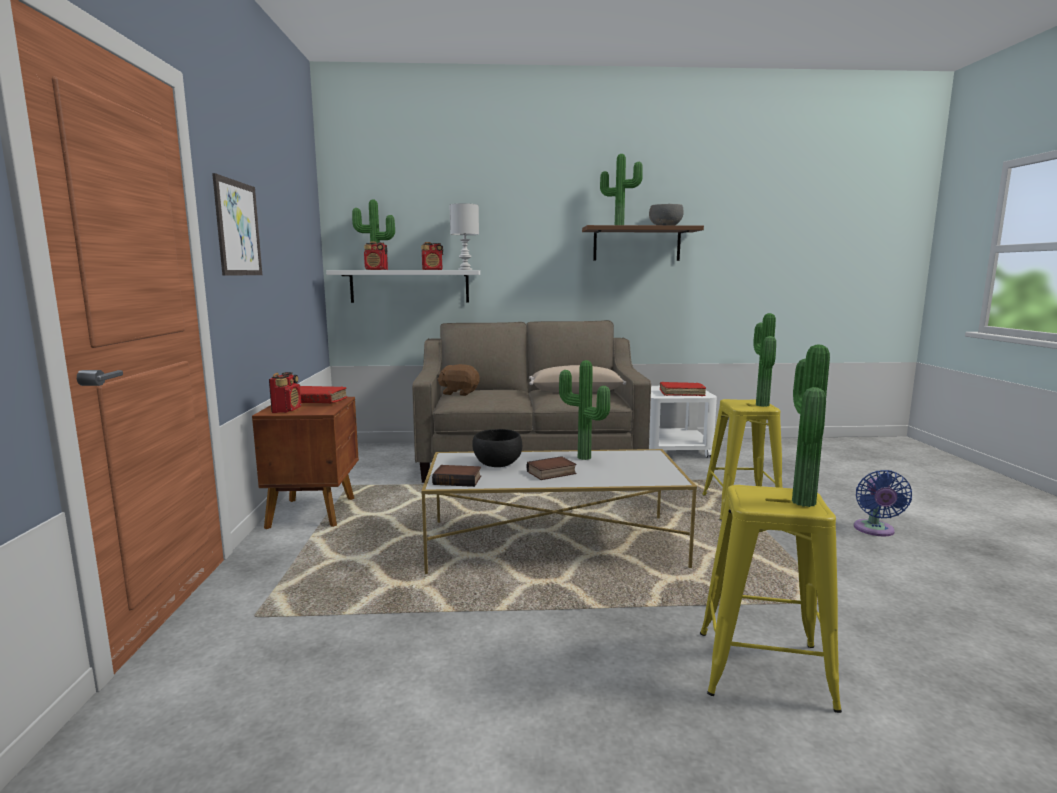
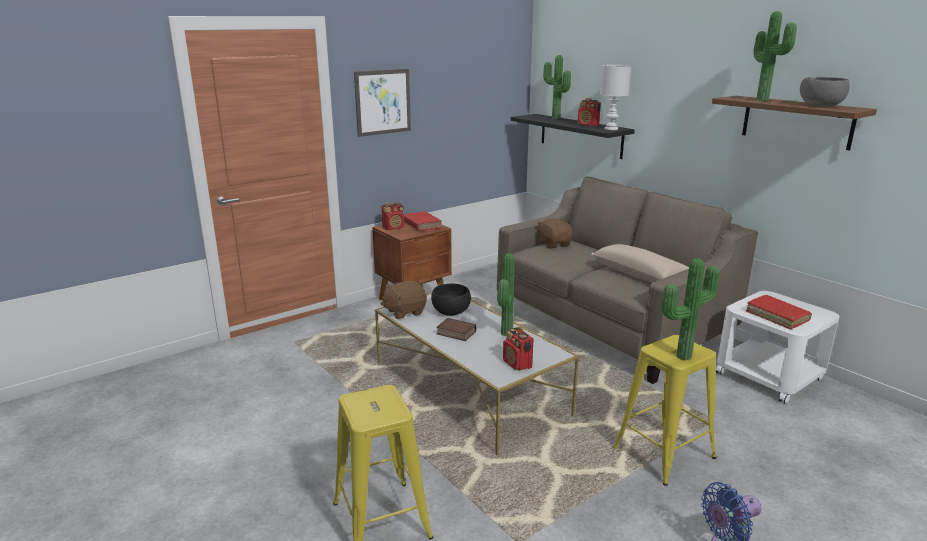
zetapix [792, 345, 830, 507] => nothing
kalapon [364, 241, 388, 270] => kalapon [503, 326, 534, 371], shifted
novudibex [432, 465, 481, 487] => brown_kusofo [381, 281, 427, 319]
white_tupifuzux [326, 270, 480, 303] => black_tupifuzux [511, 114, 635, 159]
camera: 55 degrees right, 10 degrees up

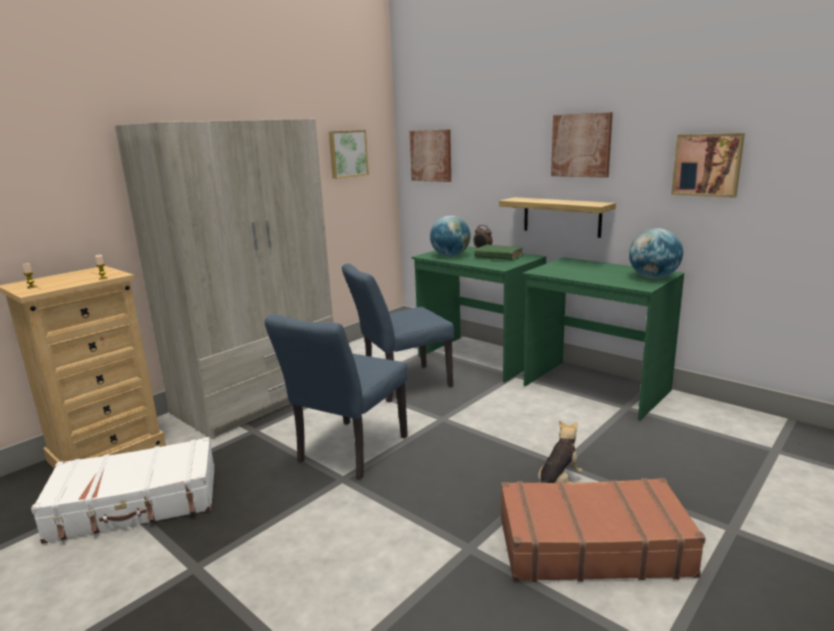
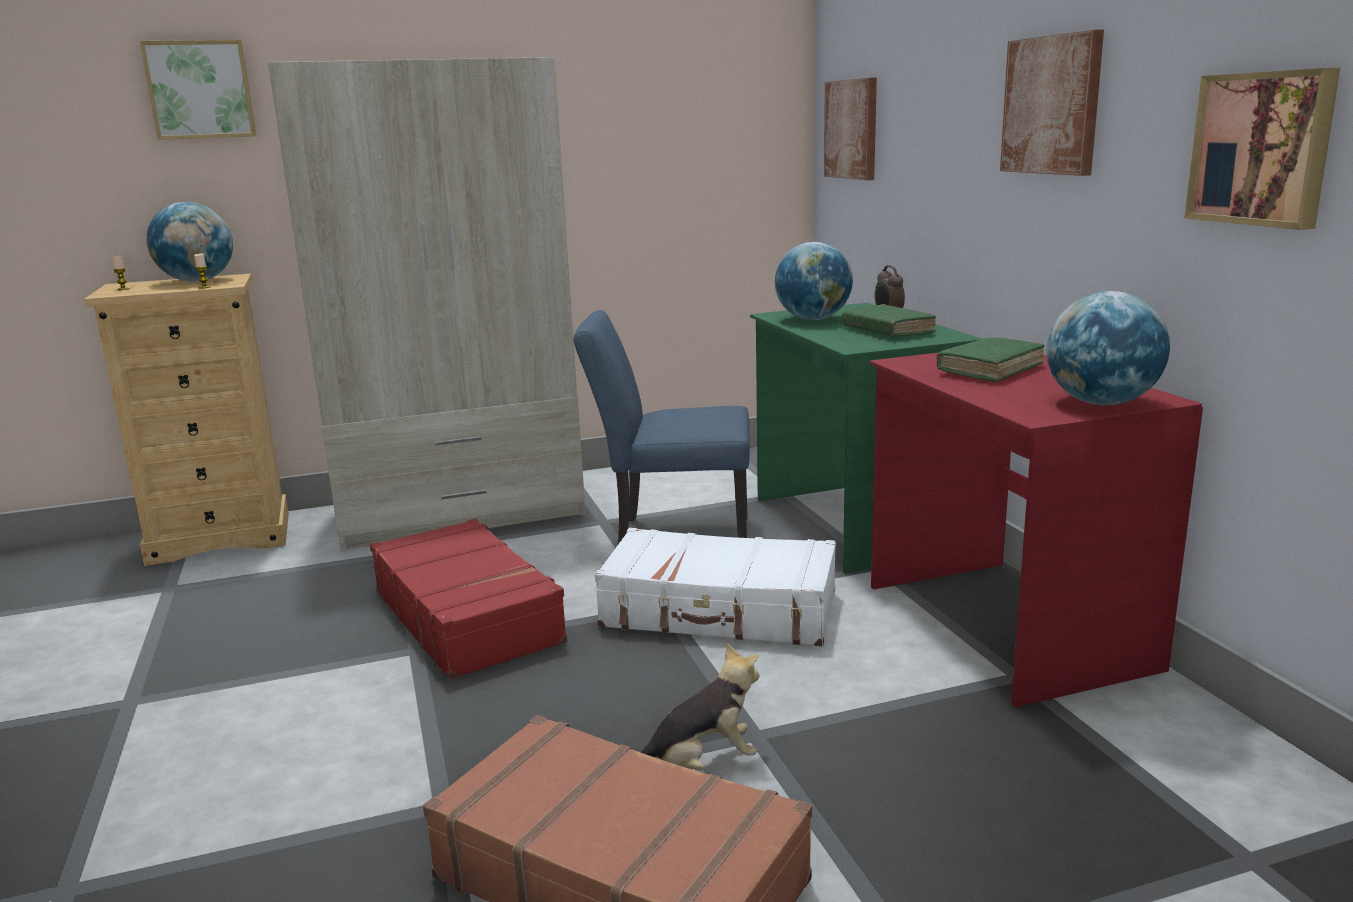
tupifuzux [499, 197, 616, 238] => nothing
nothing => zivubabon [146, 202, 233, 282]
nothing => green_novudibex [937, 337, 1045, 382]
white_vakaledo [31, 437, 215, 544] => white_vakaledo [595, 528, 836, 646], shifted
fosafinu [329, 130, 369, 179] => fosafinu [140, 40, 256, 140], shifted
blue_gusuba [265, 314, 408, 480] => red_vakaledo [370, 519, 567, 680]
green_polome [523, 257, 684, 420] => red_polome [870, 353, 1203, 707]
camera: 30 degrees right, 0 degrees up

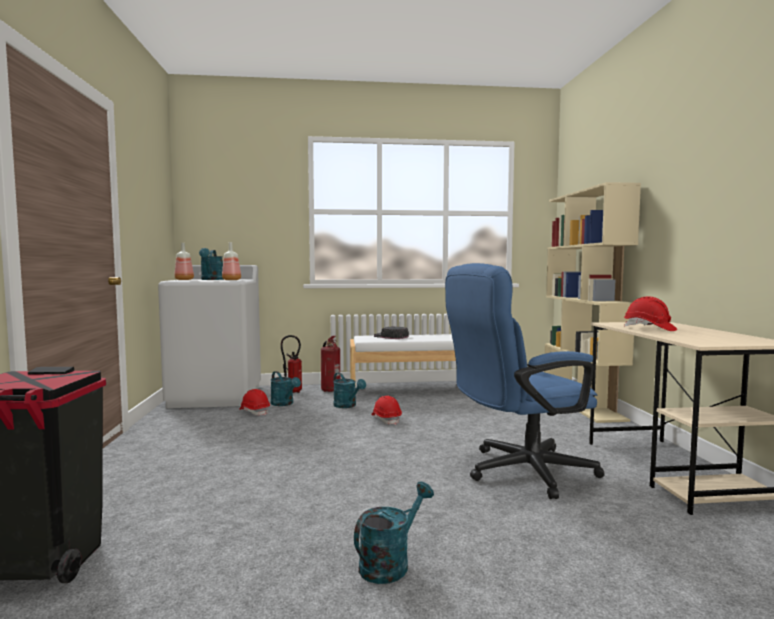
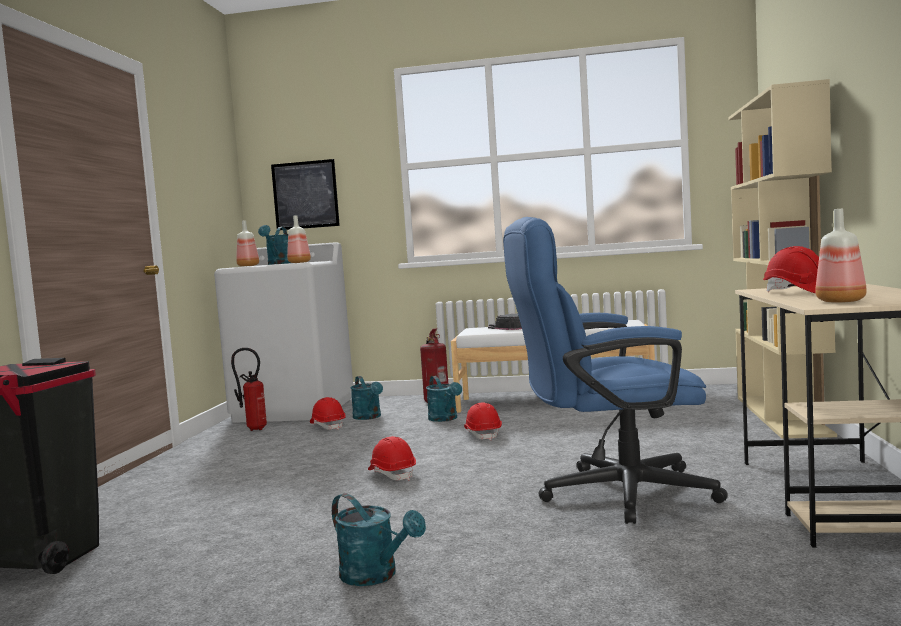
nothing => fosafinu [271, 159, 340, 230]
nothing => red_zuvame [368, 436, 416, 480]
nothing => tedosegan [815, 209, 867, 303]
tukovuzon [281, 335, 302, 393] => tukovuzon [231, 348, 267, 431], shifted
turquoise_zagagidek [354, 482, 434, 584] => turquoise_zagagidek [332, 493, 426, 586], 75 degrees clockwise
camera: 15 degrees right, 0 degrees up

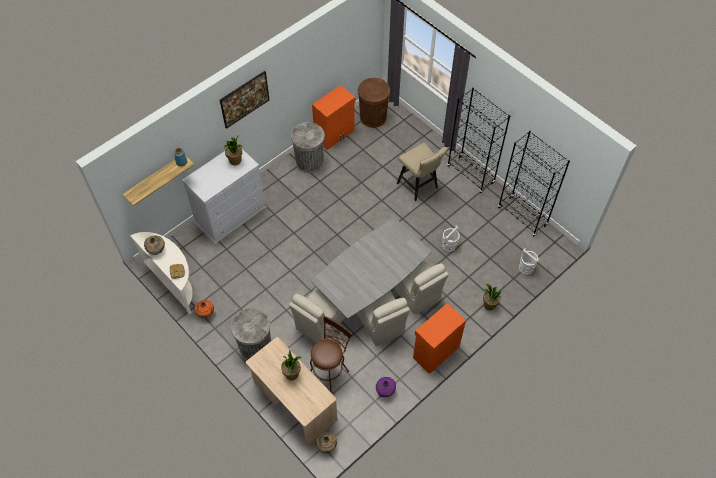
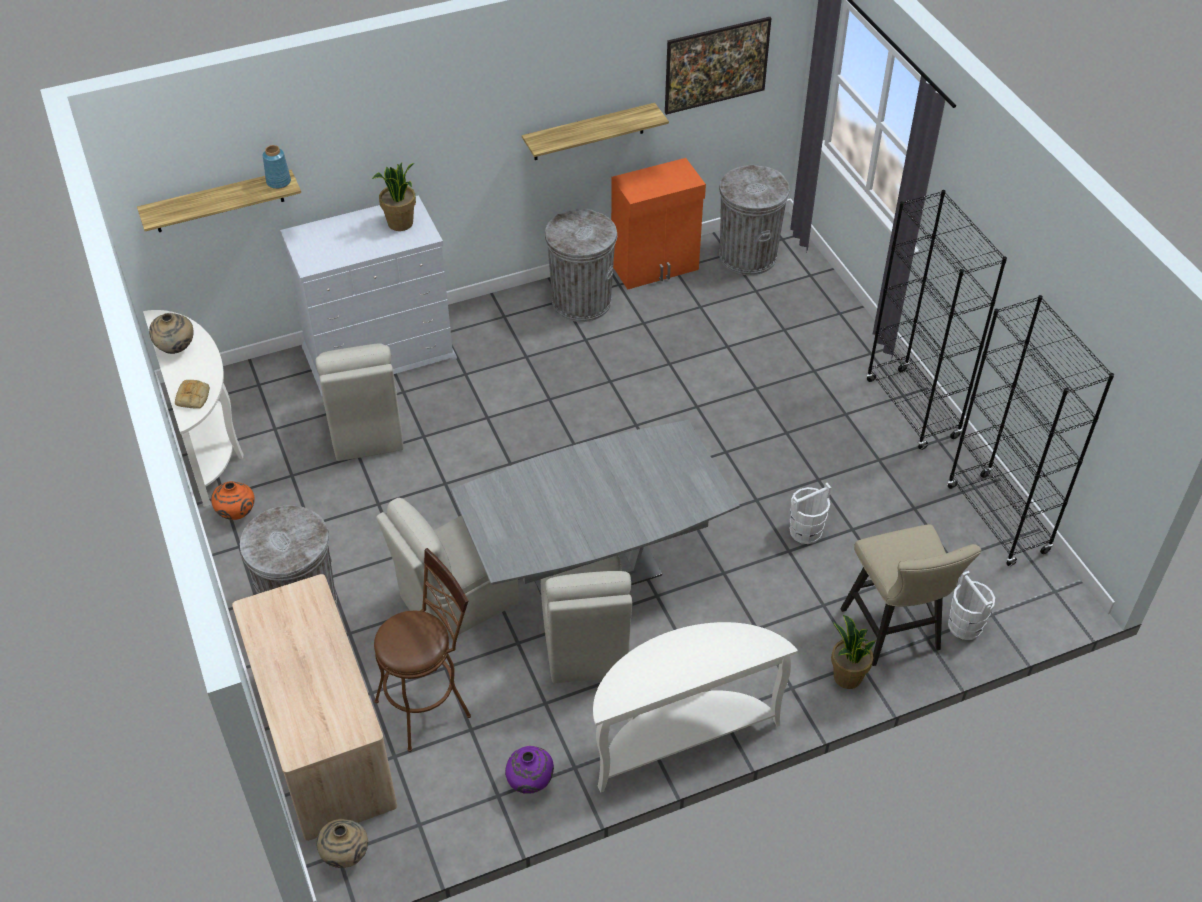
zetapix [281, 349, 302, 380] => nothing
nothing => tupifuzux [522, 103, 669, 160]
fosafinu [220, 71, 270, 129] => fosafinu [665, 17, 771, 115], shifted
beige_gusuba [394, 260, 449, 315] => beige_gusuba [315, 344, 404, 461], shifted
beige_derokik [397, 143, 448, 202] => beige_derokik [840, 524, 981, 666], shifted
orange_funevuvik [413, 303, 466, 374] => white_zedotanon [593, 622, 798, 793]
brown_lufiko [358, 78, 390, 128] => grey_lufiko [719, 165, 790, 275]
camera: 20 degrees right, 10 degrees down

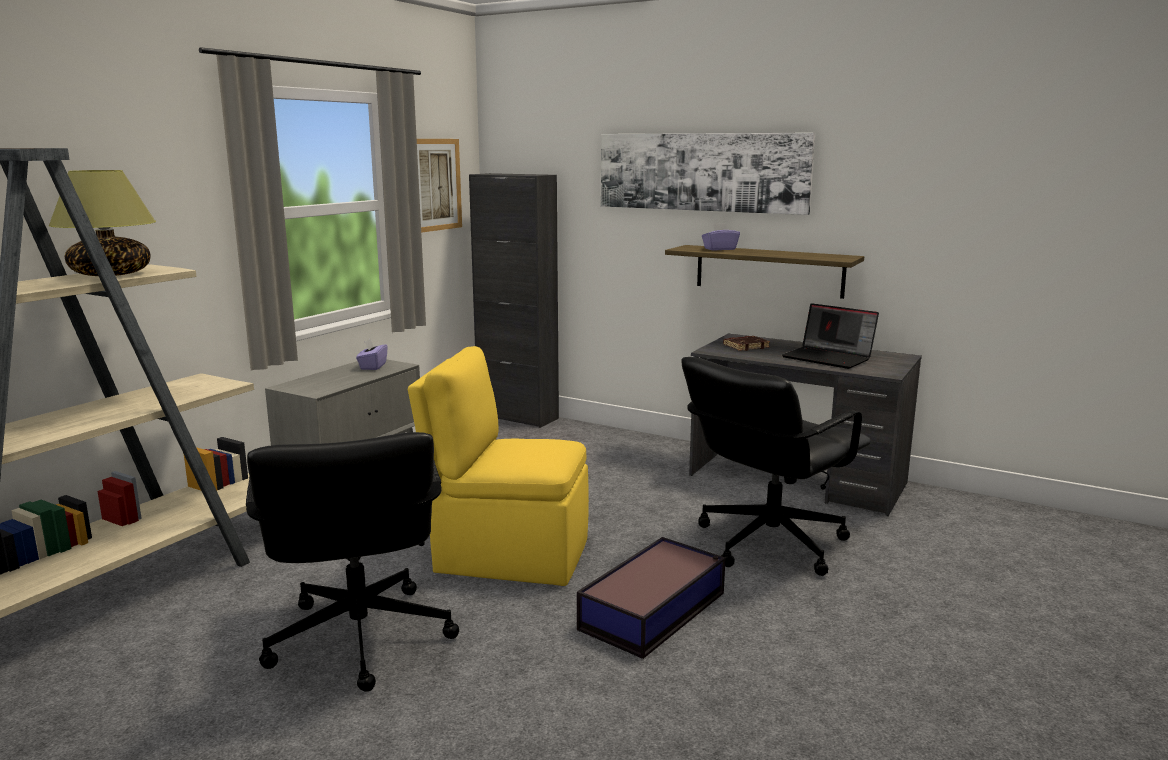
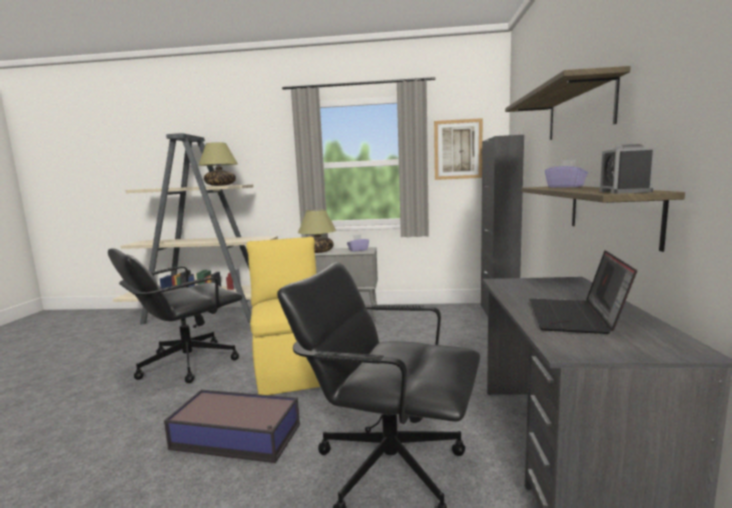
brown_novudibex [723, 336, 770, 351] => nothing
nothing => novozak [298, 210, 336, 253]
nothing => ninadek [599, 144, 656, 193]
fosafinu [601, 133, 815, 215] => tupifuzux [505, 66, 631, 140]
camera: 65 degrees right, 5 degrees down

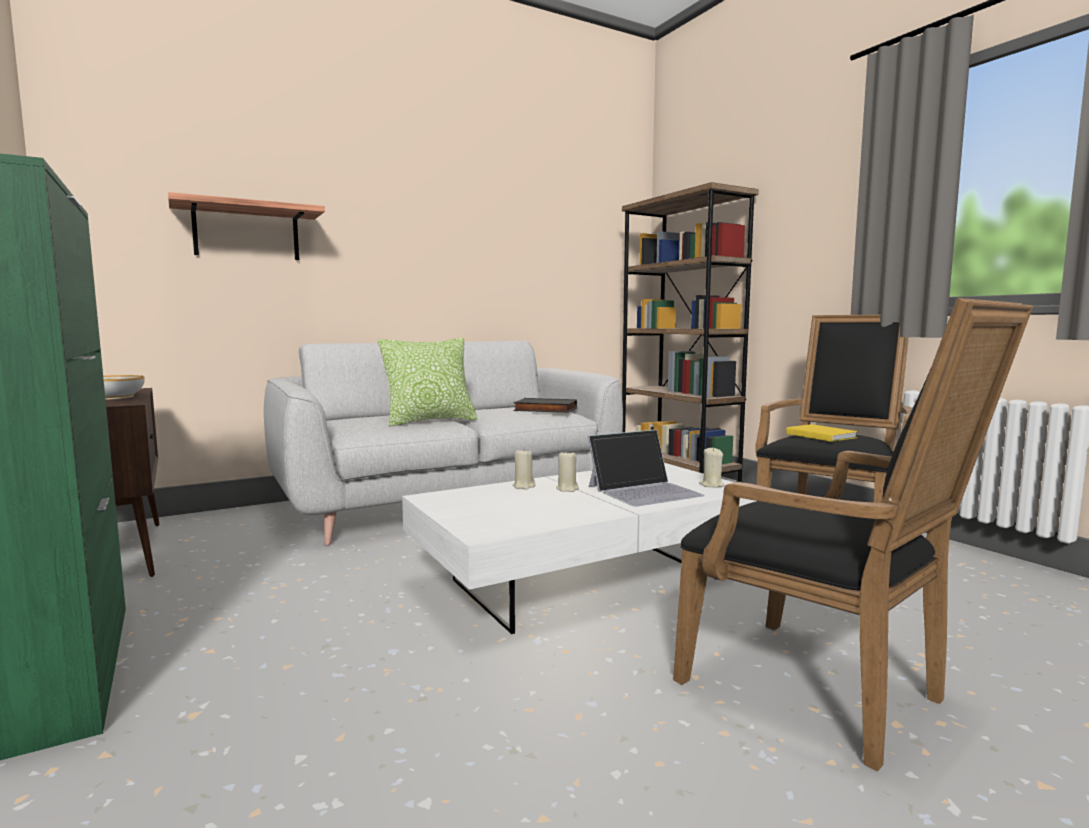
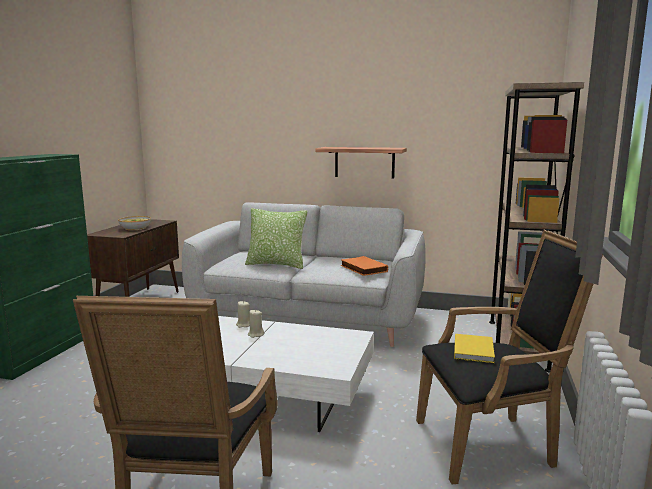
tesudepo [588, 430, 704, 507] => nothing
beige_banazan [699, 447, 724, 488] => nothing
tupifuzux [168, 192, 325, 260] => tupifuzux [316, 147, 407, 179], shifted
black_novudibex [513, 398, 577, 413] => orange_novudibex [341, 256, 388, 276]
camera: 45 degrees right, 5 degrees up

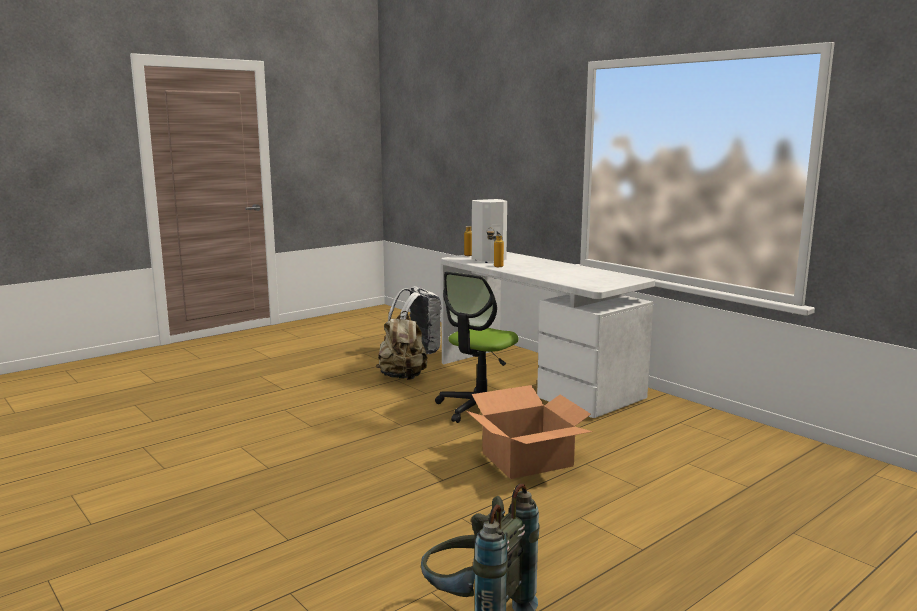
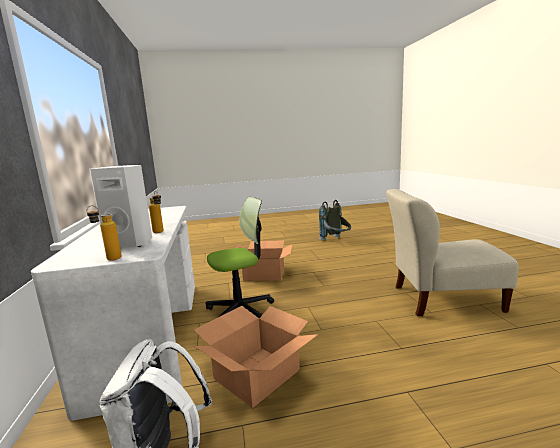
nothing => beige_gusuba [386, 189, 519, 316]
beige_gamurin [376, 311, 428, 380] => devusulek [194, 306, 319, 408]
camera: 150 degrees left, 0 degrees up

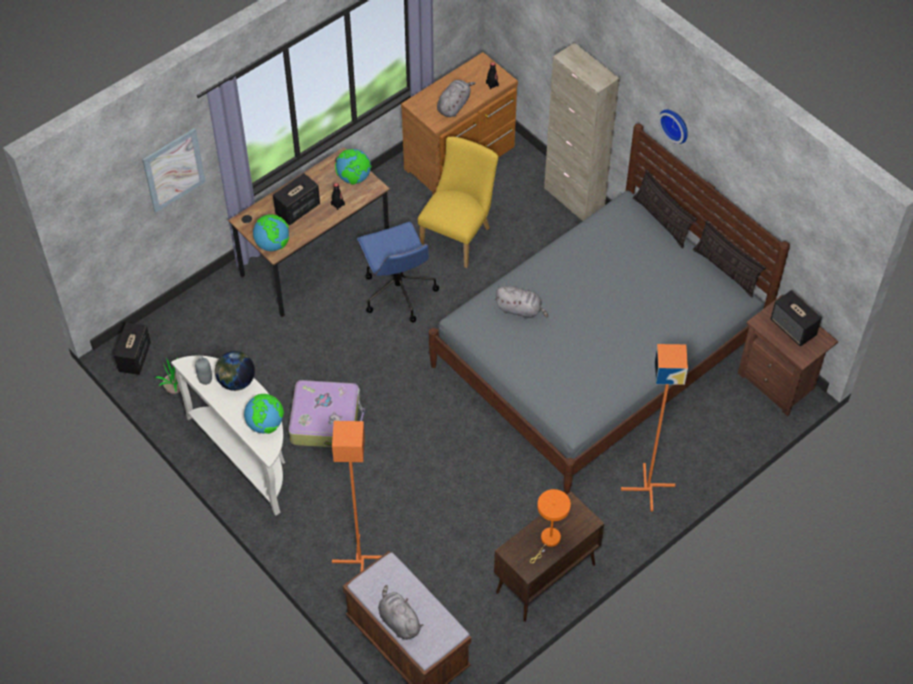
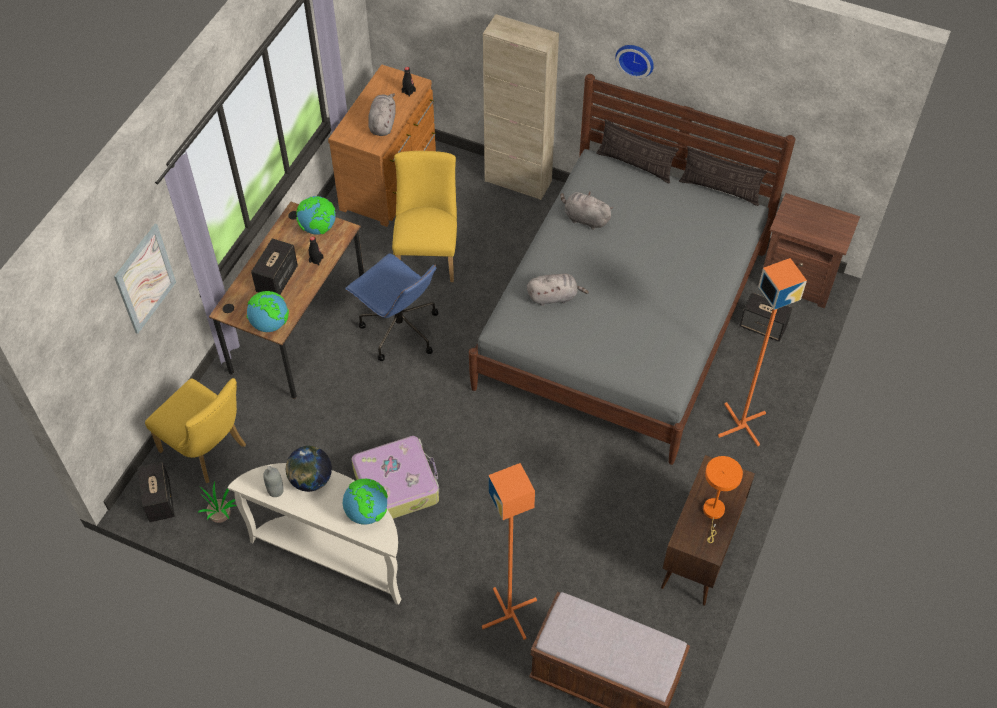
nothing => yellow_gusuba [145, 378, 246, 483]
grey_kusofo [378, 585, 423, 640] => grey_kusofo [560, 191, 613, 230], shifted
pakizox [770, 290, 822, 346] => pakizox [739, 292, 792, 342], shifted
camera: 25 degrees left, 0 degrees up

